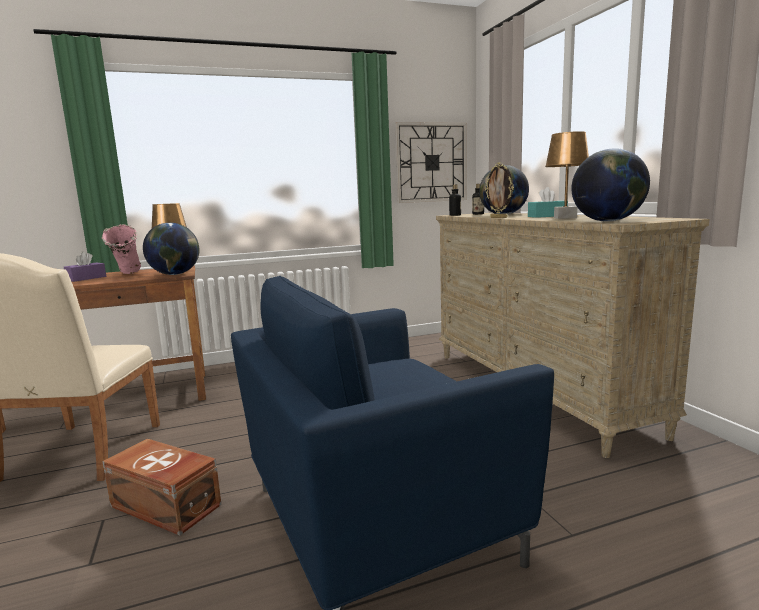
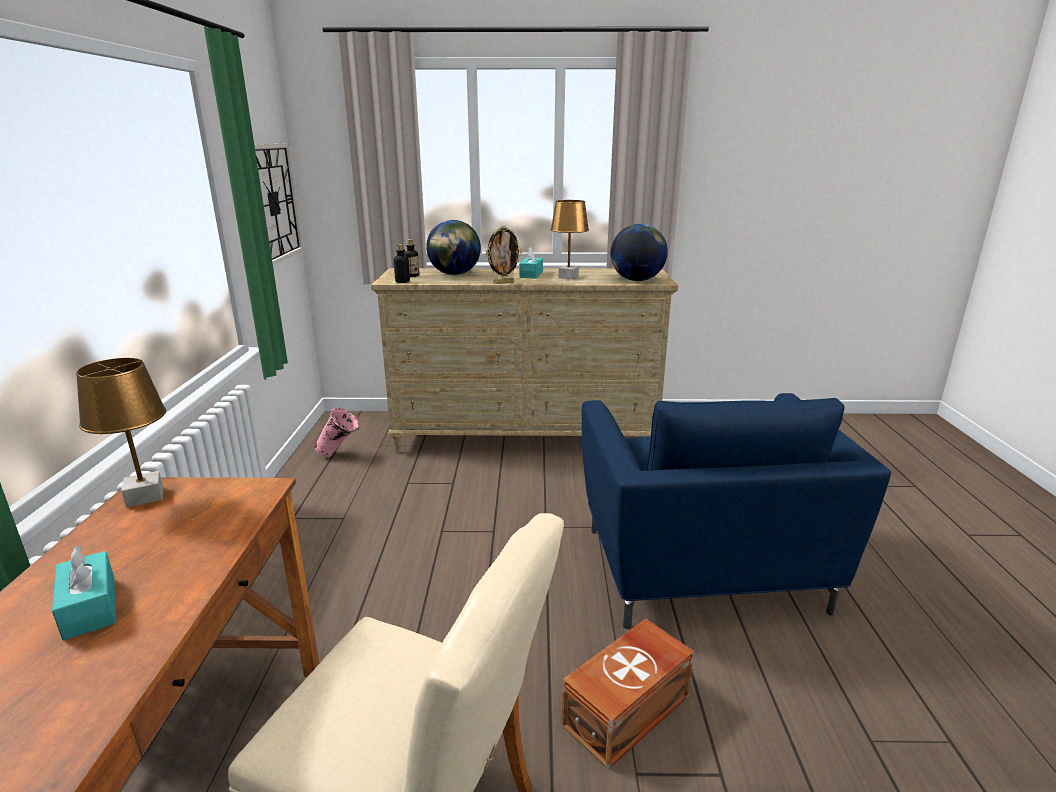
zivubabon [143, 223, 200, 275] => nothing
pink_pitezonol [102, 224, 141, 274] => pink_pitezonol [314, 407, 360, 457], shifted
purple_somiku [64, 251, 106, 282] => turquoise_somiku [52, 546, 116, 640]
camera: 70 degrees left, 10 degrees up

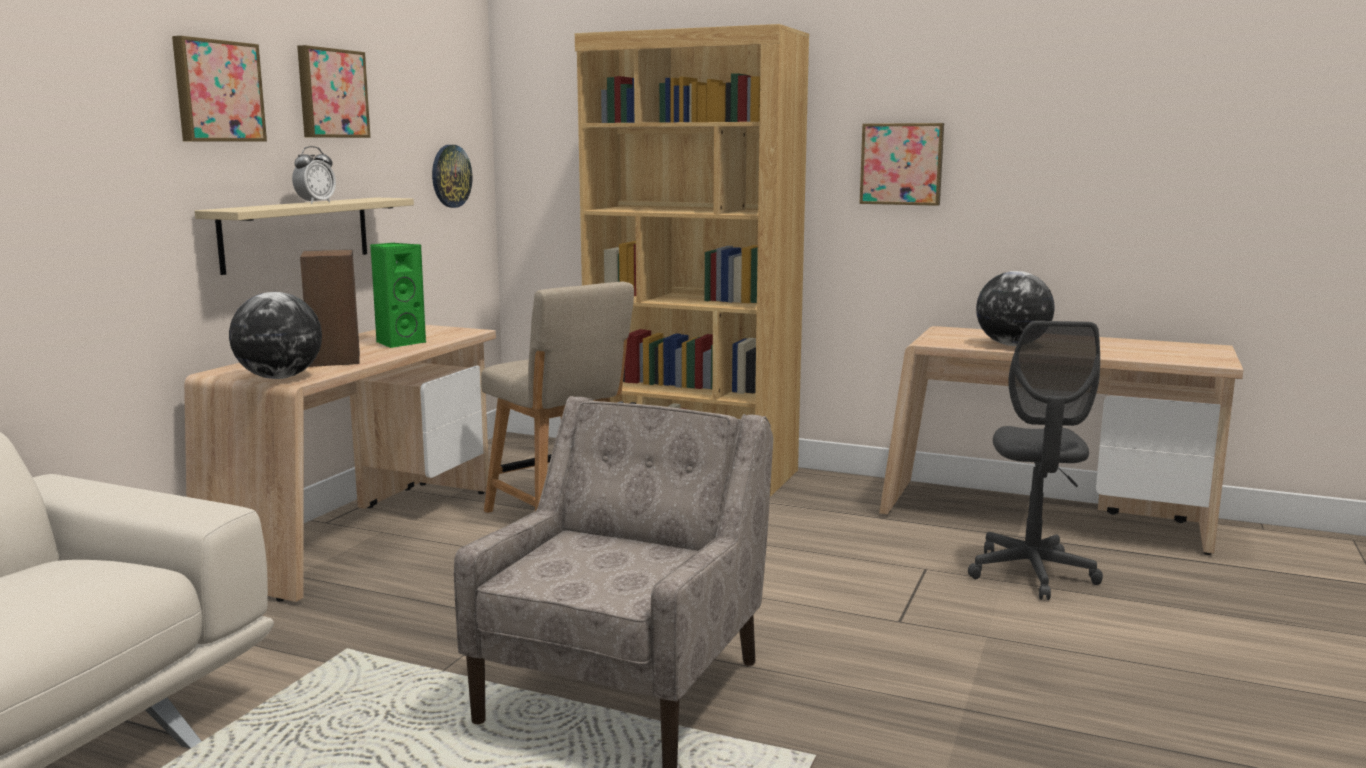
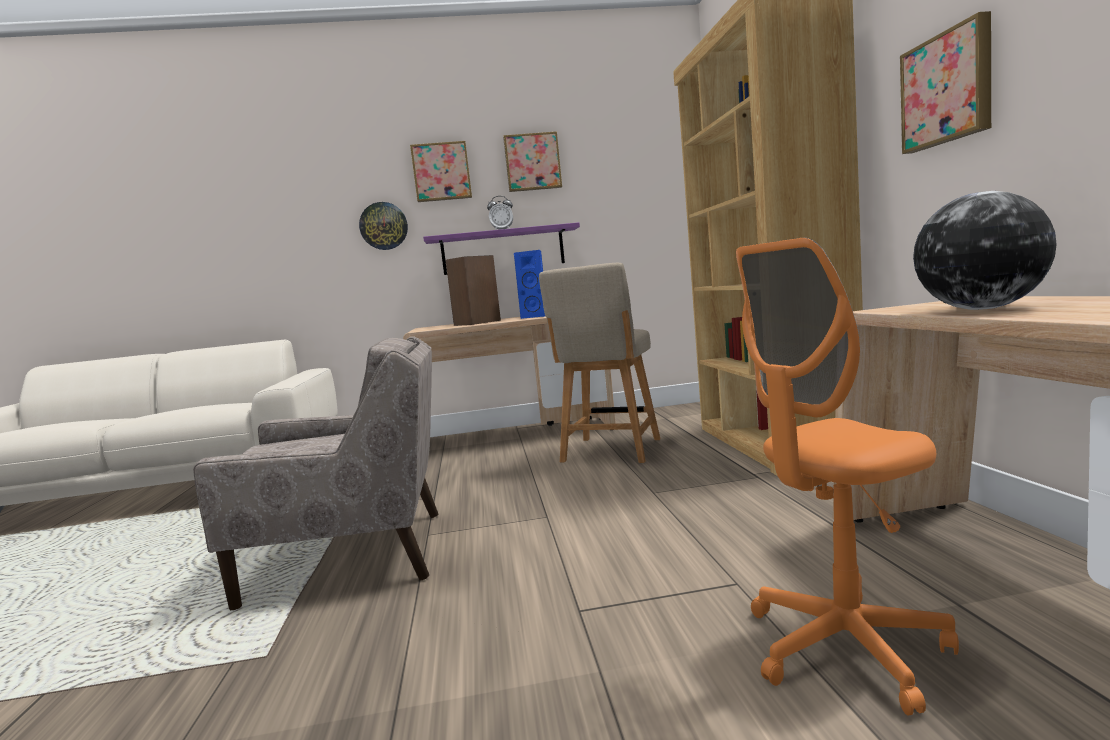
zivubabon [229, 292, 322, 379] => nothing
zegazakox [432, 145, 472, 208] => zegazakox [359, 202, 408, 250], shifted
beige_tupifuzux [195, 198, 414, 275] => purple_tupifuzux [423, 222, 580, 275]
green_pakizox [370, 243, 426, 348] => blue_pakizox [514, 250, 545, 319]
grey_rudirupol [968, 321, 1103, 600] => orange_rudirupol [736, 238, 959, 715]
camera: 60 degrees right, 5 degrees down

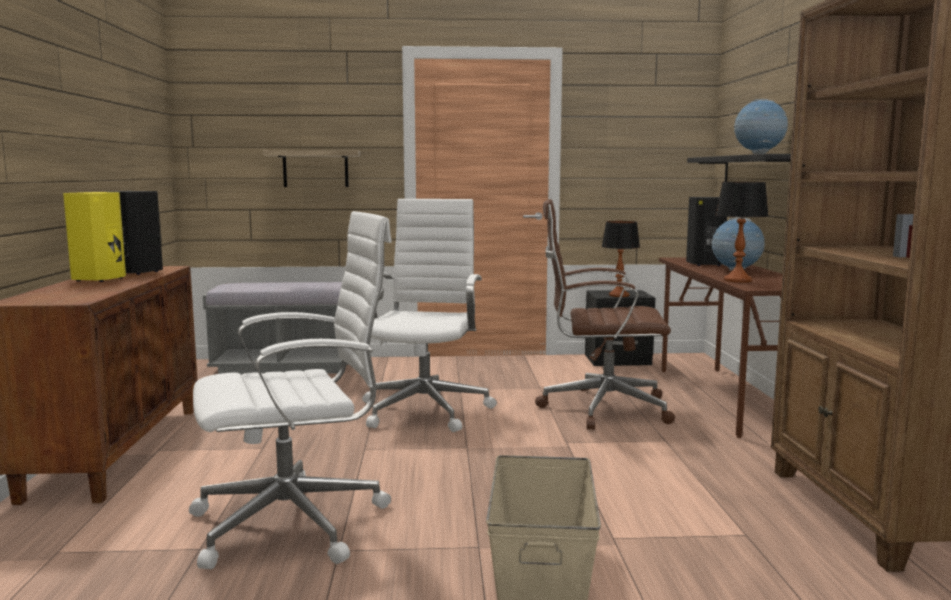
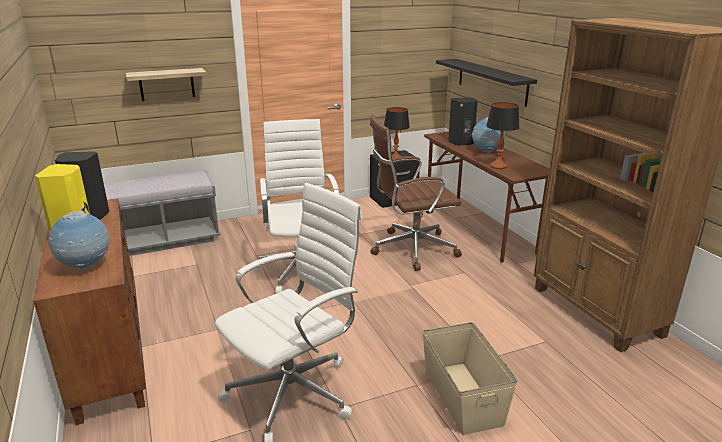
zivubabon [734, 99, 788, 154] => zivubabon [48, 211, 109, 270], shifted
camera: 20 degrees left, 15 degrees up

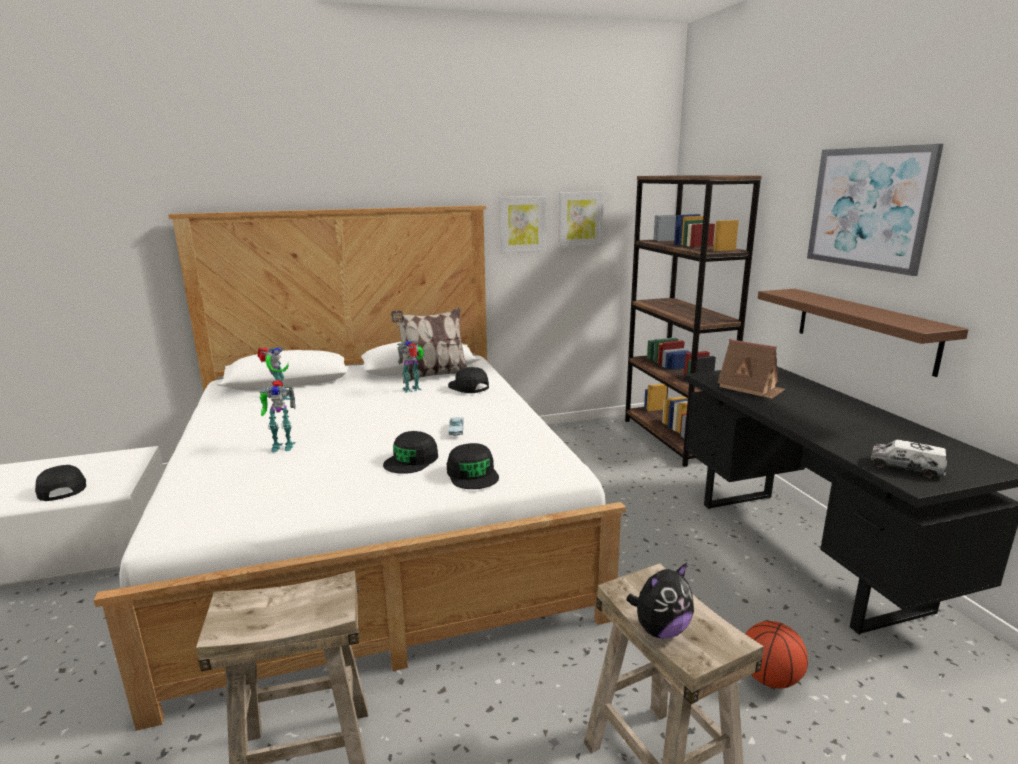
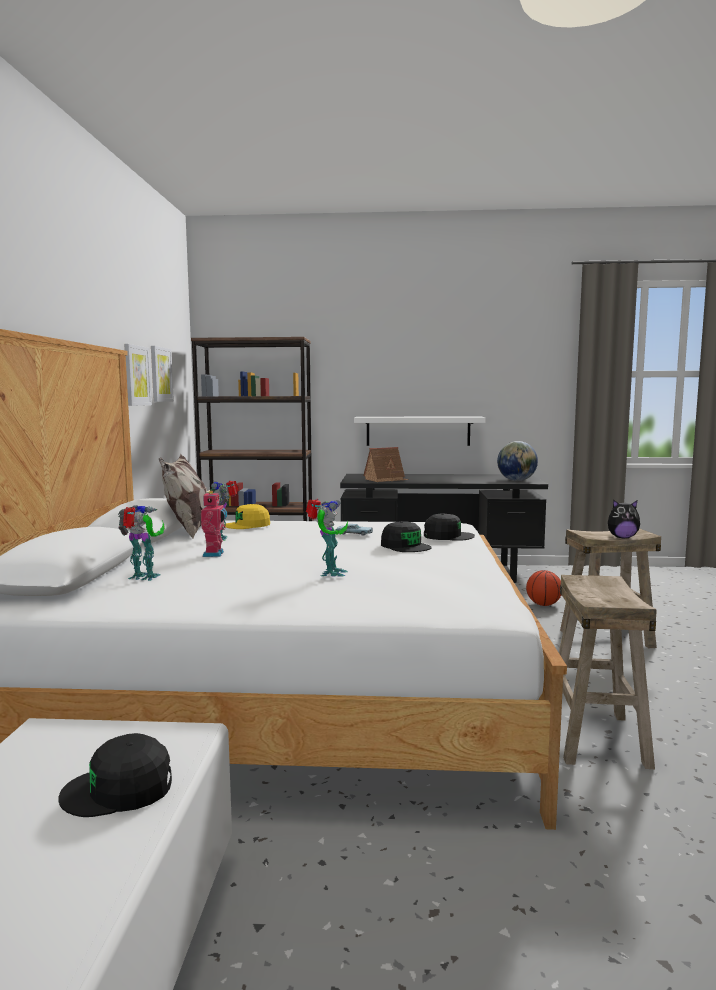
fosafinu [807, 144, 943, 276] => nothing
nothing => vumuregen [201, 491, 227, 557]
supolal [871, 439, 947, 478] => zivubabon [497, 441, 538, 481]
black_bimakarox [448, 367, 489, 393] => yellow_bimakarox [224, 504, 270, 529]
brown_tupifuzux [758, 289, 969, 377] => white_tupifuzux [354, 417, 486, 446]
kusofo [626, 563, 694, 638] => kusofo [608, 500, 640, 538], 105 degrees clockwise
camera: 70 degrees left, 10 degrees down

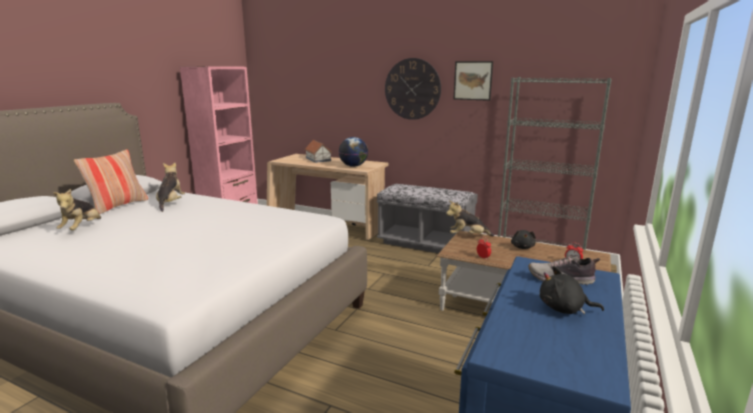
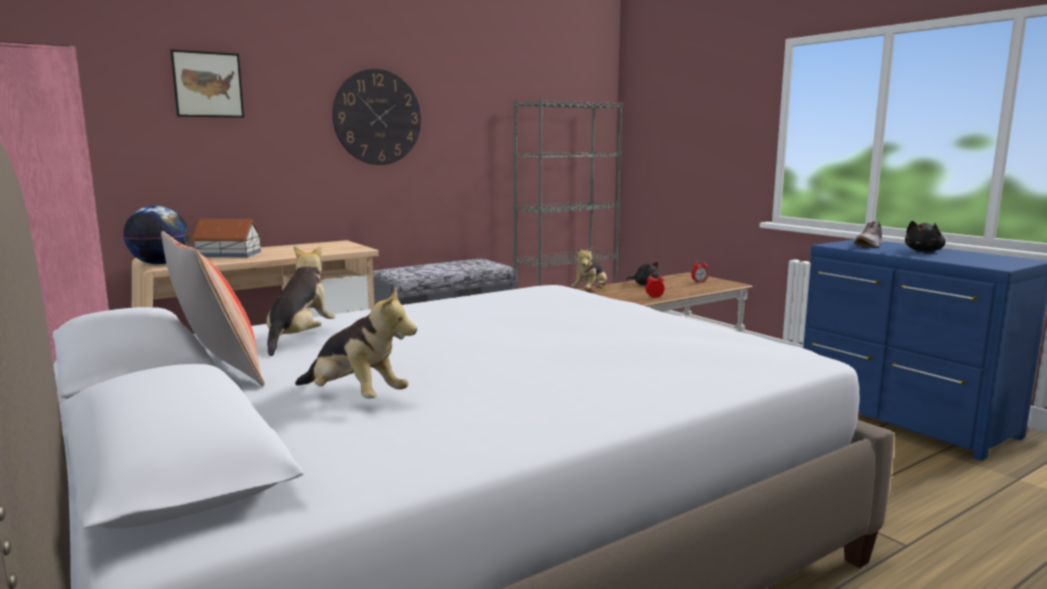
zivubabon [339, 137, 368, 167] => zivubabon [123, 206, 189, 265], shifted
fosafinu [454, 61, 493, 101] => fosafinu [170, 49, 244, 118], shifted
kusofo [156, 163, 185, 212] => kusofo [267, 246, 335, 356], 75 degrees clockwise
camera: 60 degrees left, 5 degrees down

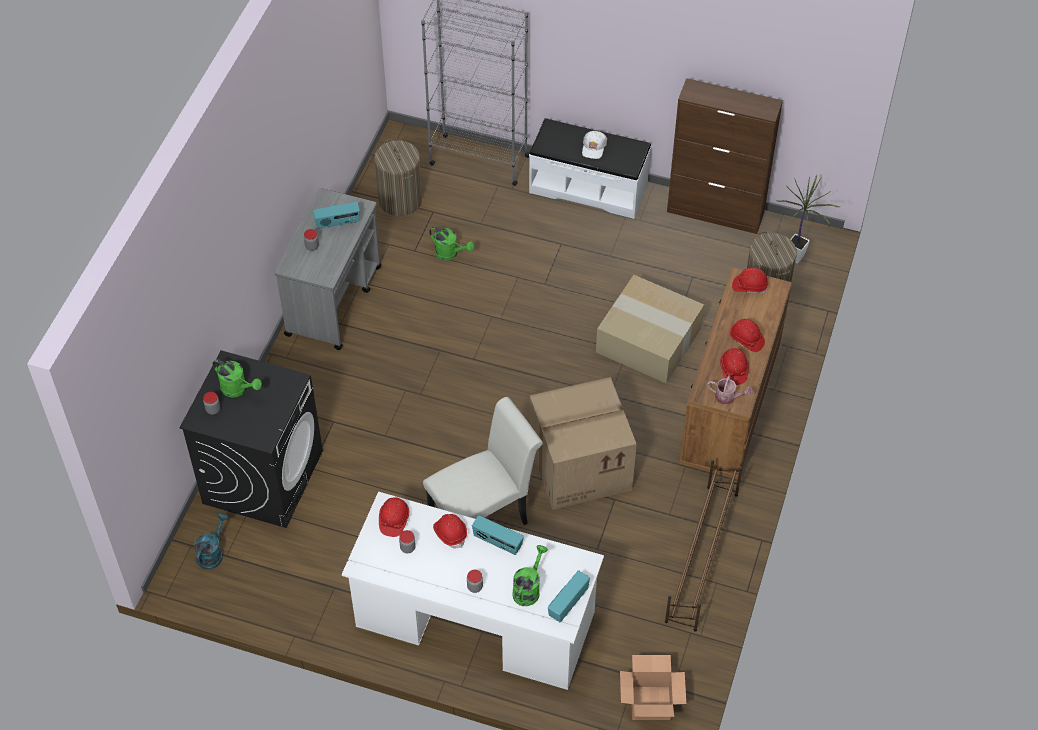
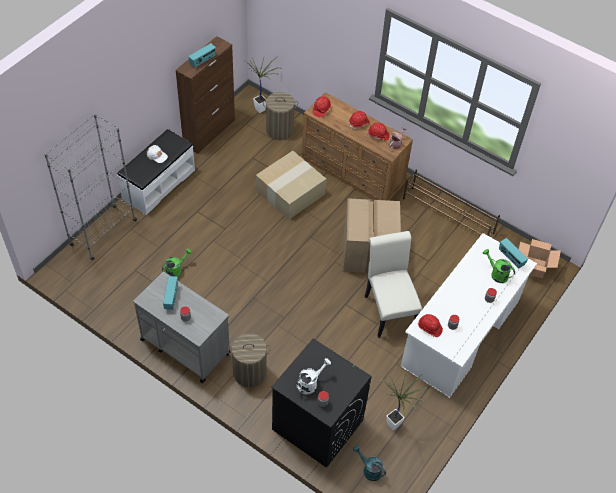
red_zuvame [433, 514, 467, 548] => nothing
nothing => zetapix [379, 374, 428, 430]
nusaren [374, 139, 422, 216] => nusaren [228, 333, 271, 387], shifted
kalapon [472, 515, 524, 555] => kalapon [188, 43, 216, 68], shifted
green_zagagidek [213, 359, 262, 398] => white_zagagidek [296, 358, 331, 395]
camera: 75 degrees left, 0 degrees up

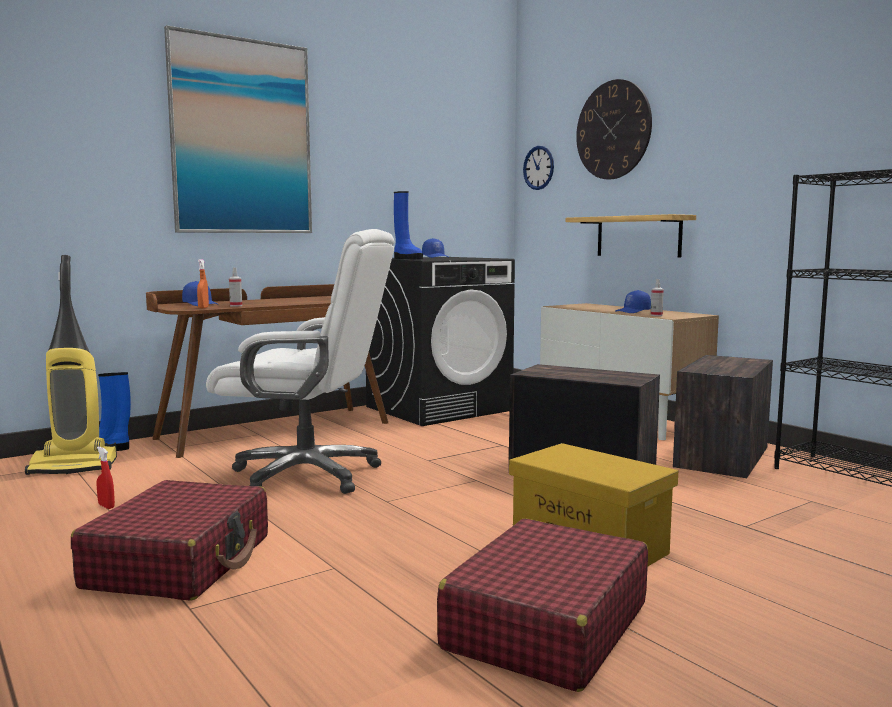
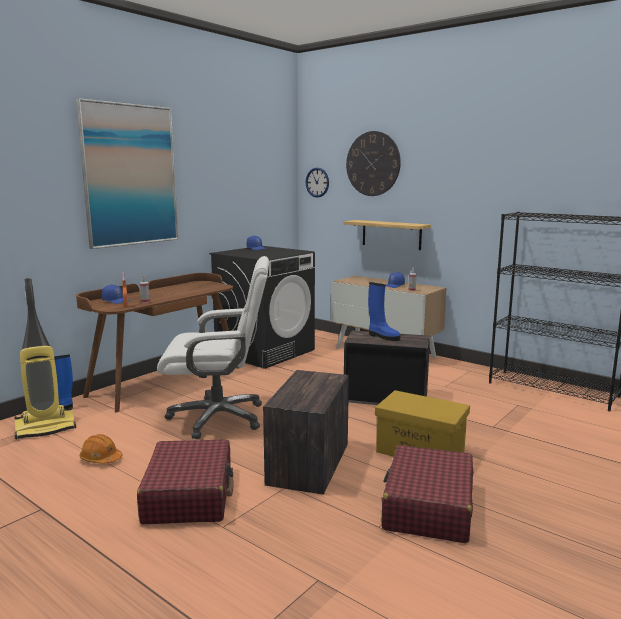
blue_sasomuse [394, 191, 423, 259] => blue_sasomuse [368, 282, 400, 341], shifted
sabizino [673, 355, 773, 478] => sabizino [263, 370, 349, 495], shifted
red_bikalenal [97, 447, 115, 509] => orange_zuvame [79, 434, 123, 464]
camera: 15 degrees left, 5 degrees up

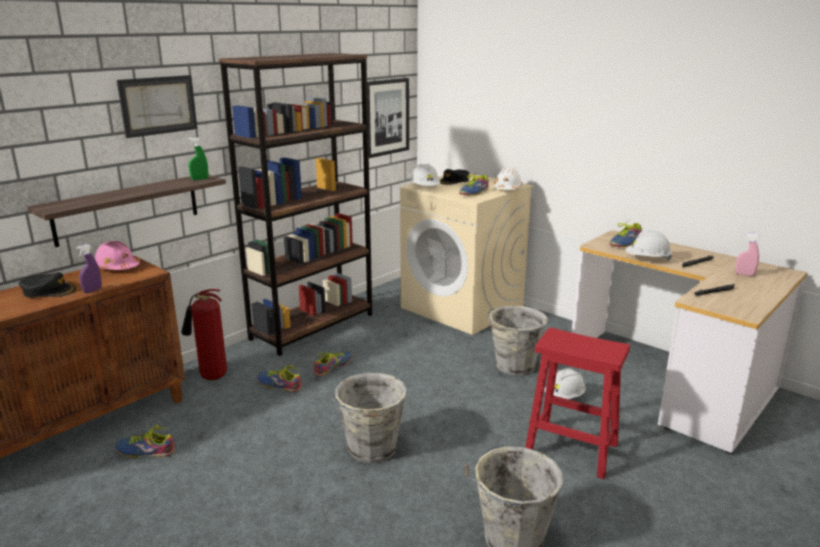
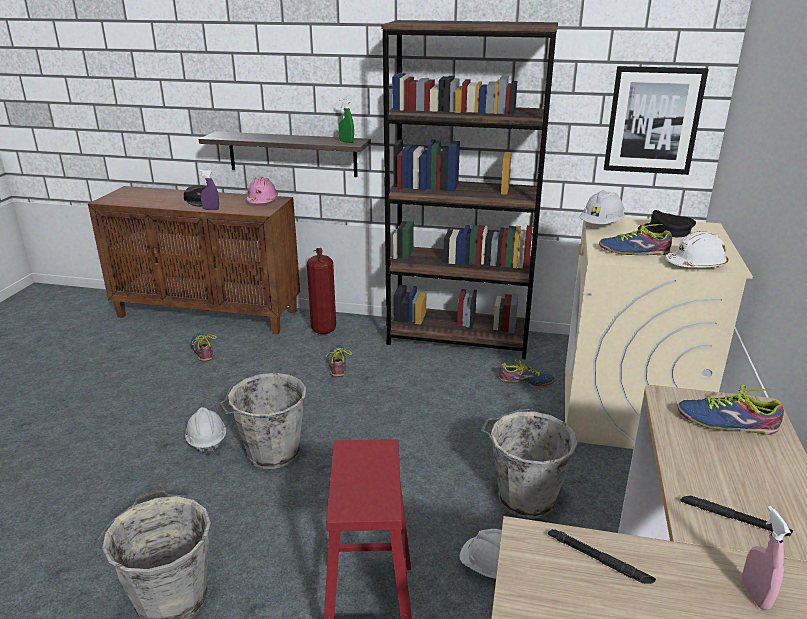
fosafinu [117, 75, 197, 138] => nothing
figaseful [313, 351, 353, 376] => figaseful [499, 359, 555, 386], shifted
white_zuvame [626, 230, 672, 261] => white_zuvame [185, 407, 226, 455], shifted
camera: 60 degrees right, 5 degrees up

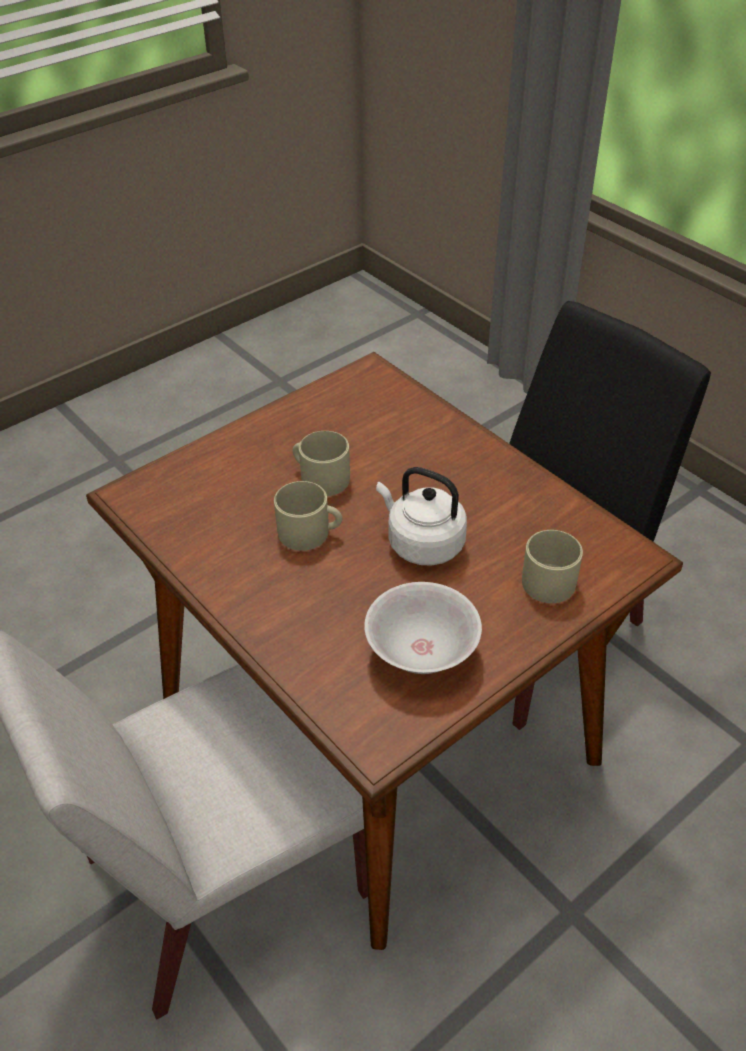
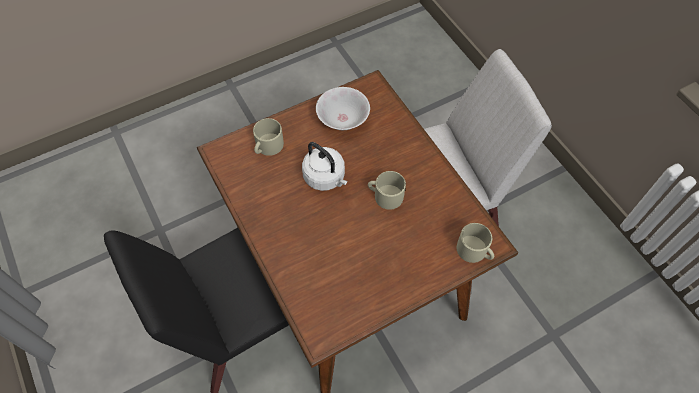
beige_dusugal [293, 431, 350, 496] => beige_dusugal [457, 223, 494, 263], shifted
camera: 170 degrees left, 15 degrees up

